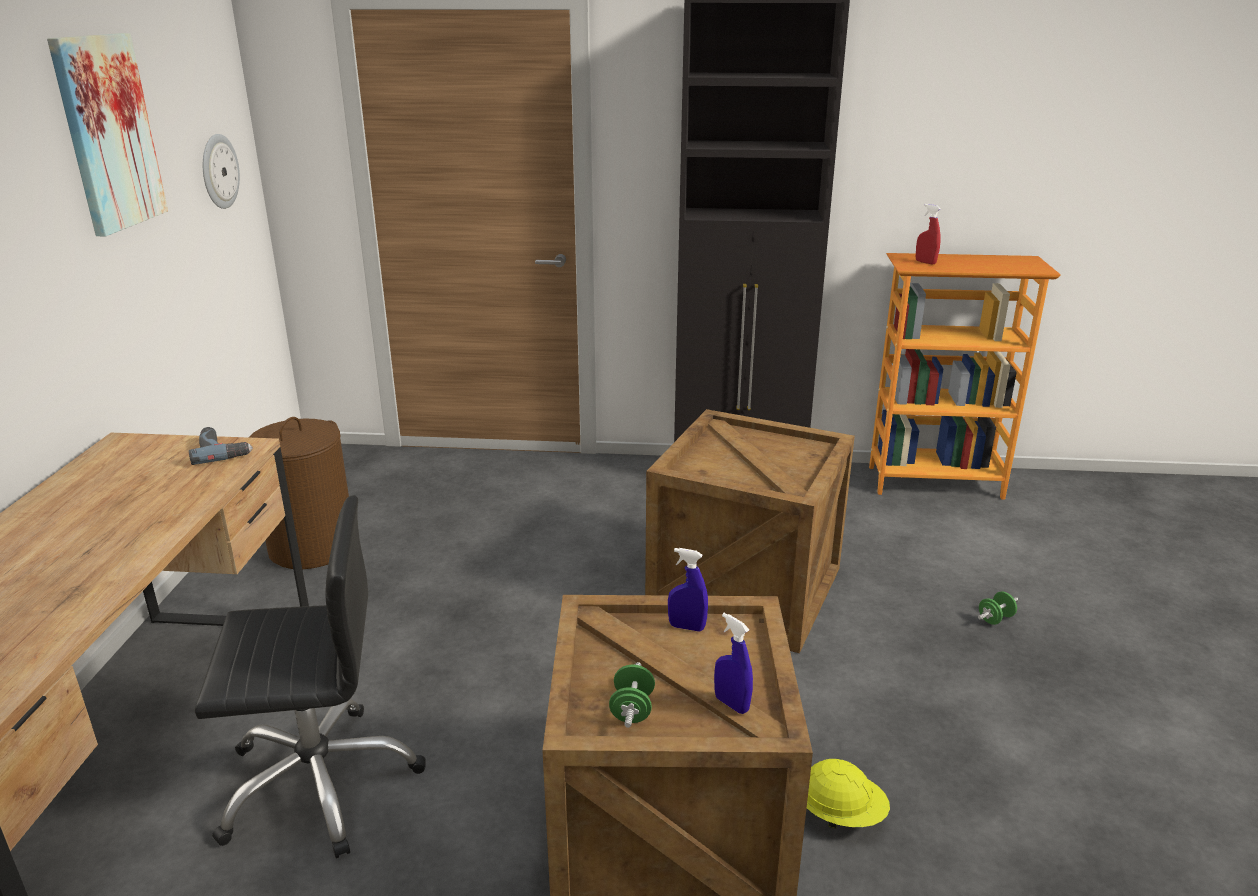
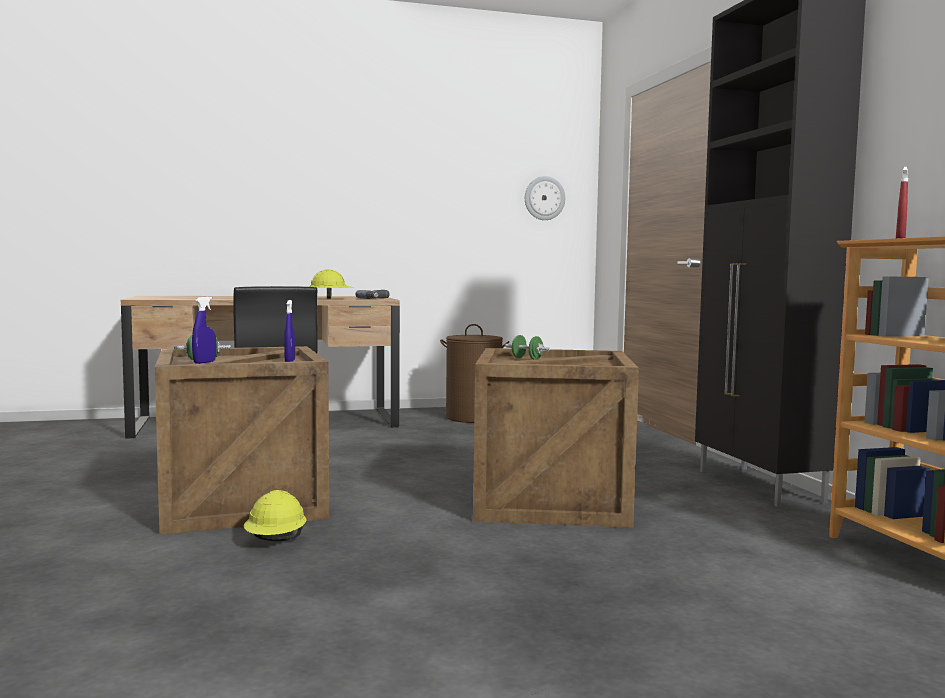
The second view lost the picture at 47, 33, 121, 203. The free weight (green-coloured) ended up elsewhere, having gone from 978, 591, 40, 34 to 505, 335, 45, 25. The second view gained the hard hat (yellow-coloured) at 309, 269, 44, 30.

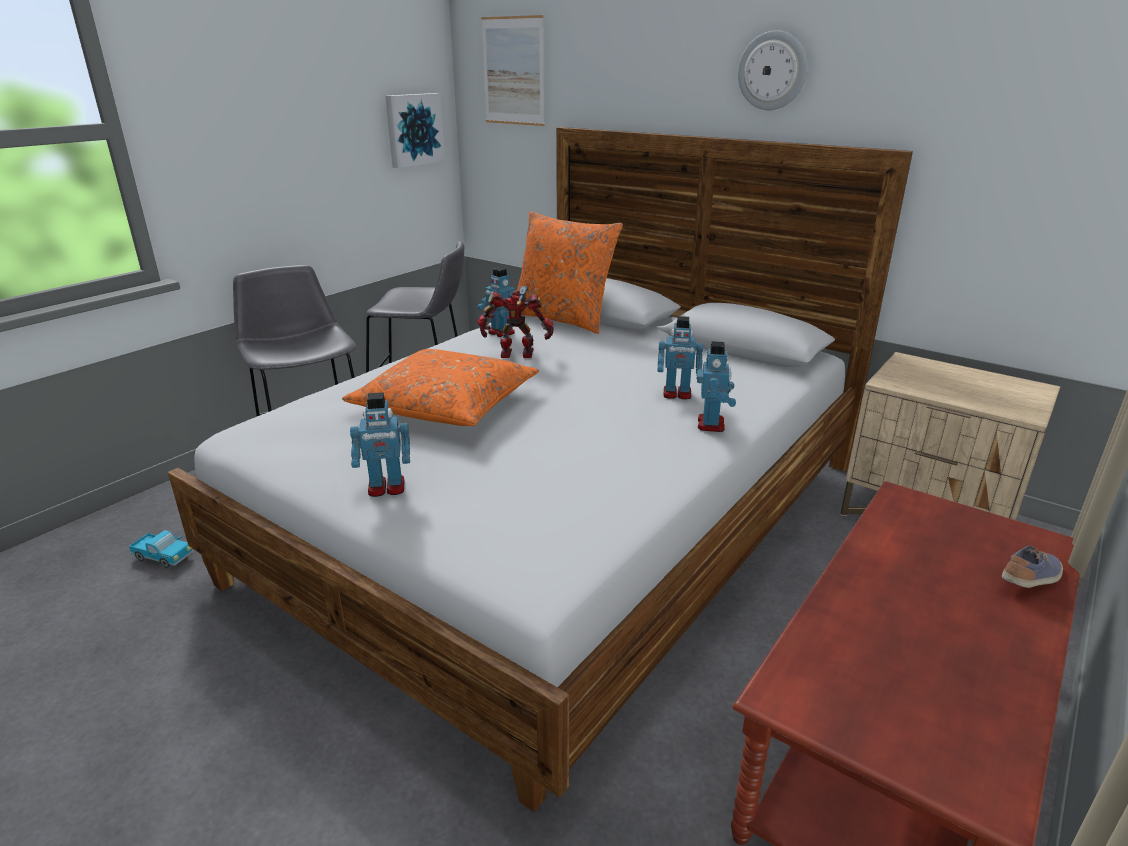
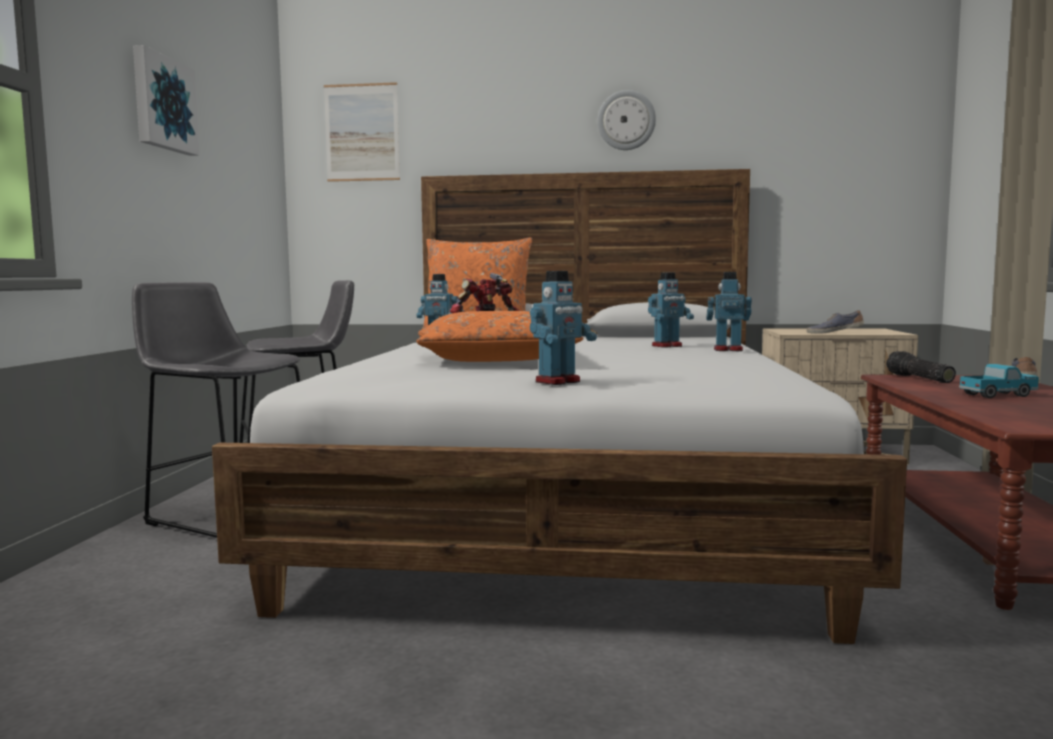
The picture ended up elsewhere, having gone from 385, 93, 60, 75 to 133, 45, 66, 111. The toy robot at 697, 341, 39, 91 ended up facing another way, 60 degrees counterclockwise from before. The toy truck ended up elsewhere, having gone from 129, 530, 64, 38 to 959, 364, 80, 34. The second view gained the item of footwear at 807, 310, 57, 24. The second view gained the flashlight at 886, 351, 70, 32.

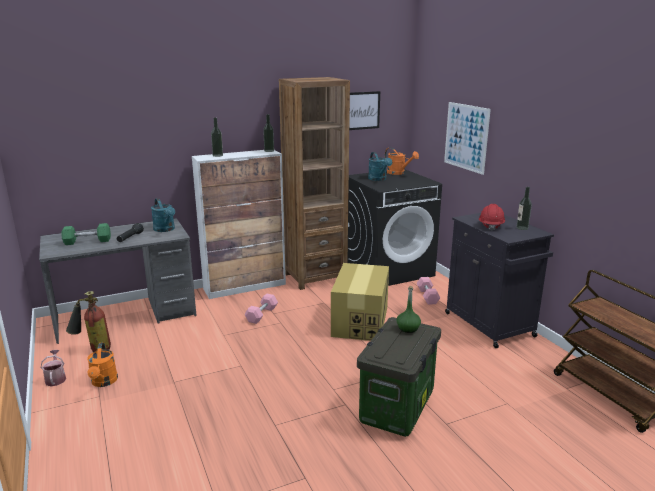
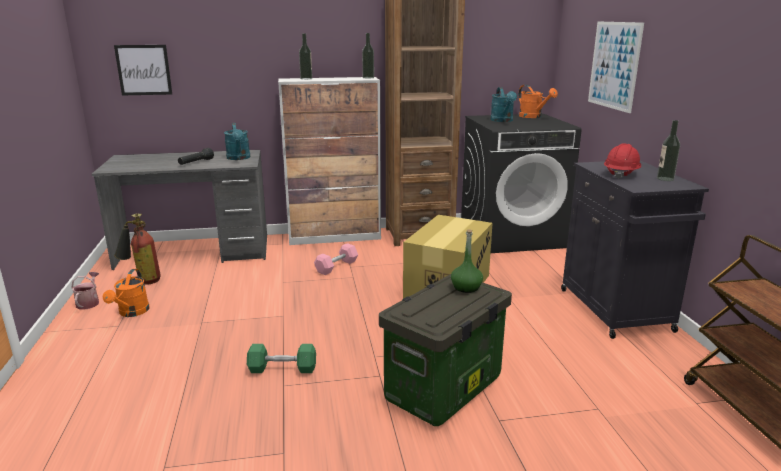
The picture ended up elsewhere, having gone from 349, 91, 31, 39 to 114, 45, 58, 50. The free weight (green-coloured) ended up elsewhere, having gone from 61, 223, 50, 22 to 247, 344, 69, 29. The second view lost the free weight (pinkish) at 416, 277, 25, 27.

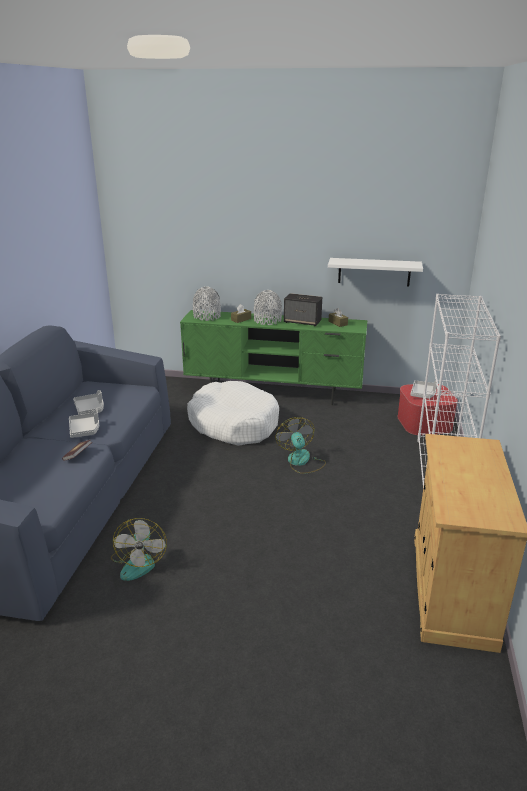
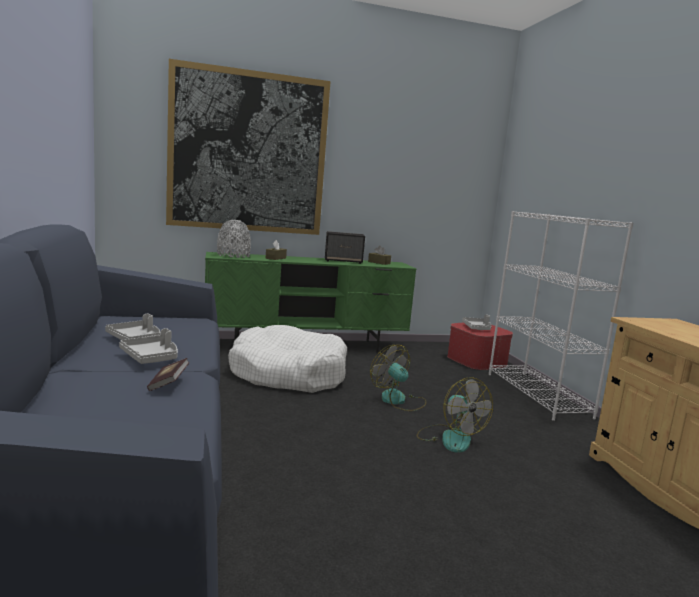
The second view lost the shelf (white) at 328, 258, 95, 28. The second view lost the vase (greyish) at 254, 290, 28, 35. The electric fan ended up elsewhere, having gone from 111, 518, 56, 63 to 417, 377, 76, 76. The second view gained the picture at 166, 59, 165, 176.

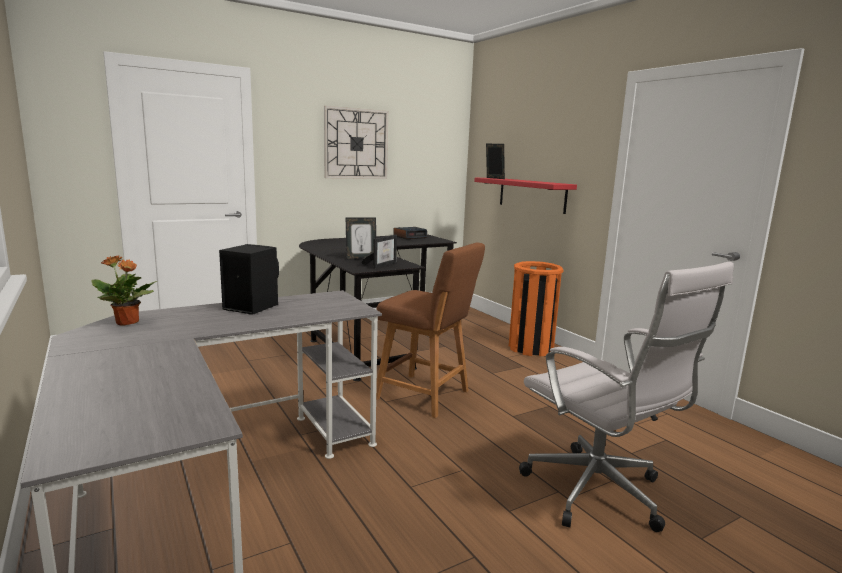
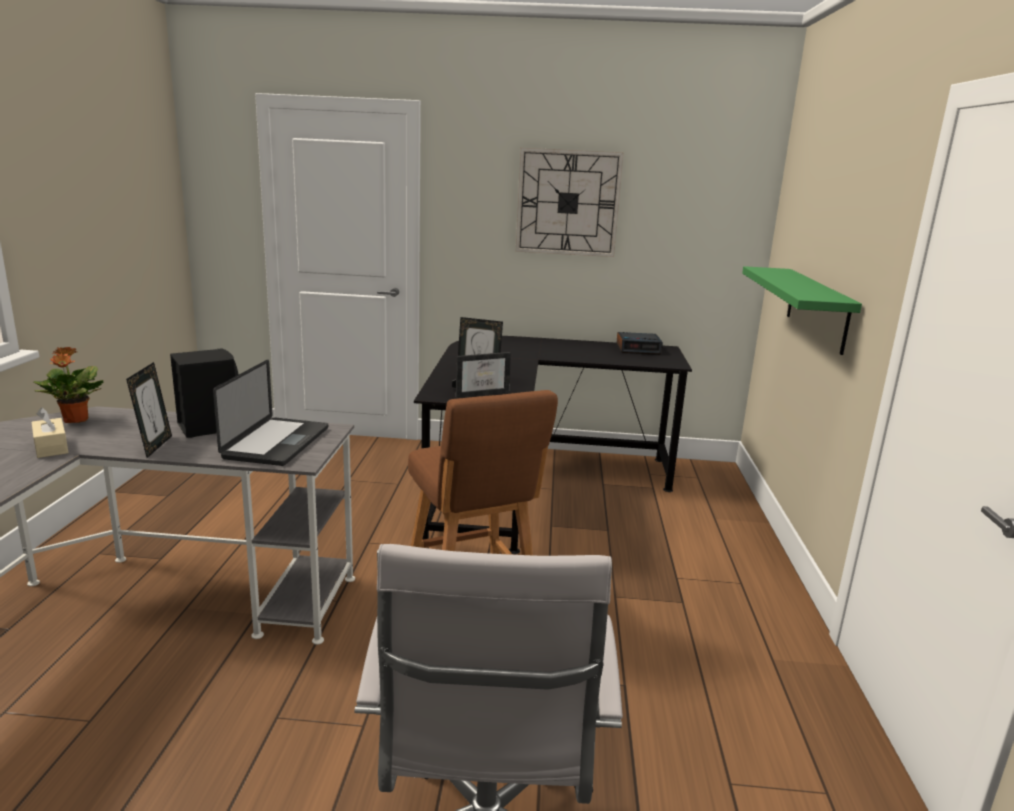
The standing frame ended up elsewhere, having gone from 486, 144, 19, 35 to 126, 362, 46, 96. What was the shelf (red-coloured) at 474, 178, 103, 36 turned into the shelf (green-coloured) at 742, 266, 120, 89. The second view lost the trash can (orange-coloured) at 509, 261, 55, 96. The second view gained the portable computer at 213, 360, 115, 106. The second view gained the tissue holder (beige-coloured) at 31, 407, 37, 51.

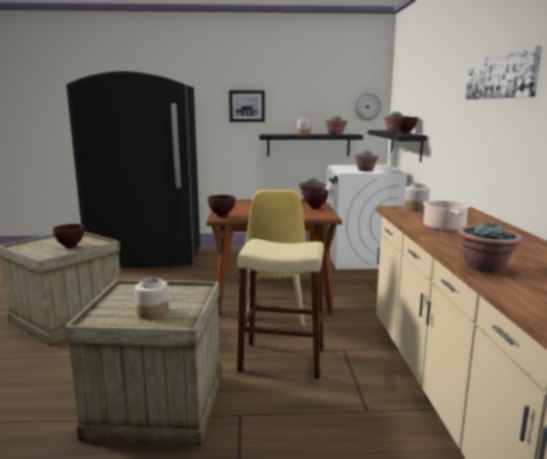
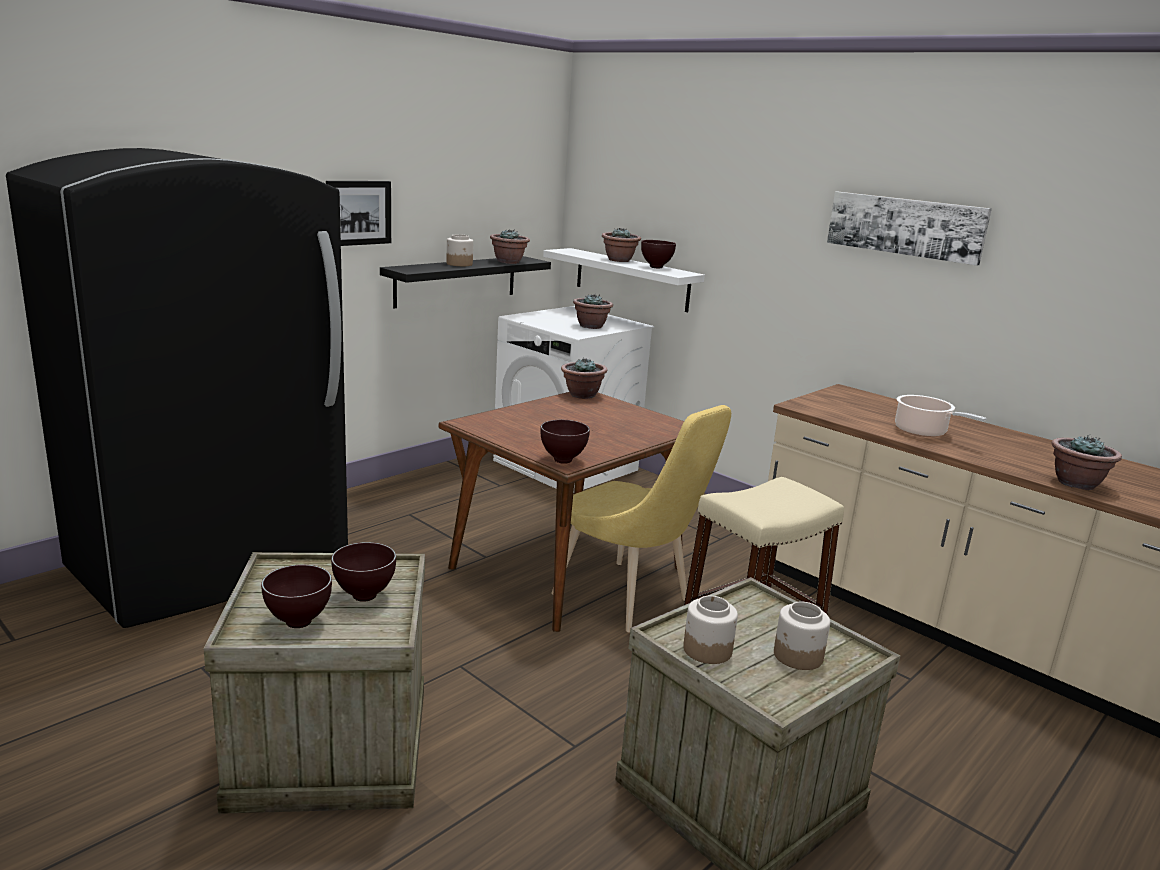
The second view lost the hanging clock at 355, 93, 27, 28. What was the shelf (blackish) at 368, 130, 59, 32 turned into the shelf (white) at 543, 248, 162, 64. The preserve jar ended up elsewhere, having gone from 404, 183, 26, 29 to 683, 596, 55, 68. The deep dish (brown) ended up elsewhere, having gone from 303, 188, 26, 21 to 261, 565, 71, 63.

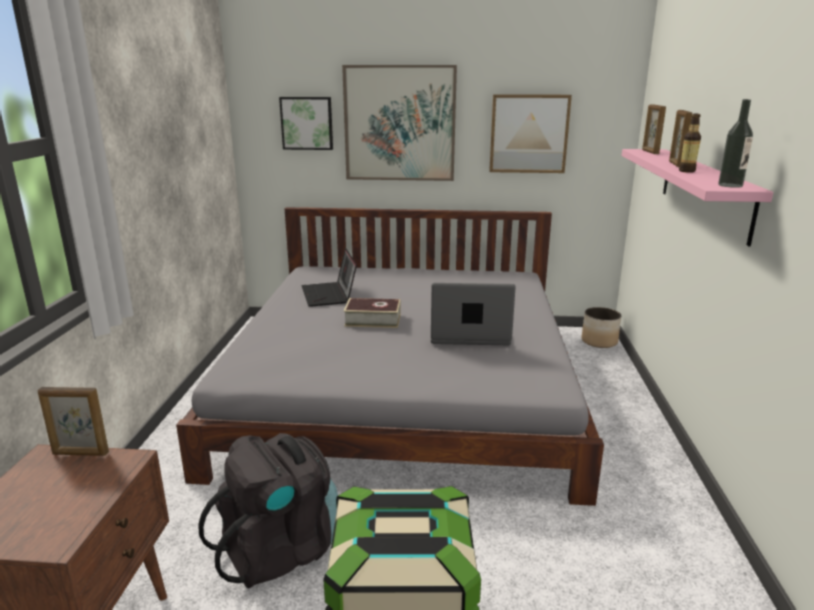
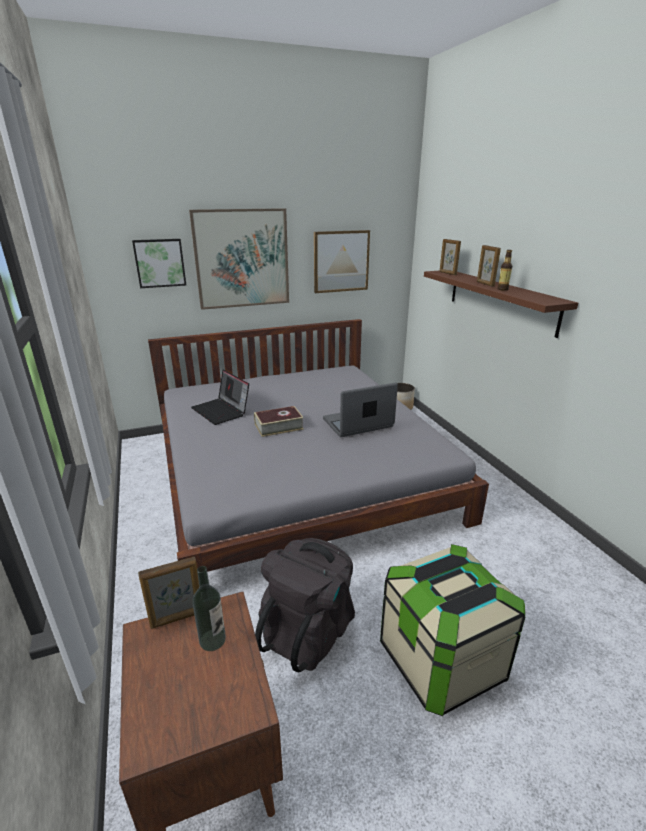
The drink bottle ended up elsewhere, having gone from 718, 99, 35, 89 to 192, 566, 34, 85. What was the shelf (pinkish) at 621, 149, 152, 97 turned into the shelf (brown) at 424, 271, 154, 67.

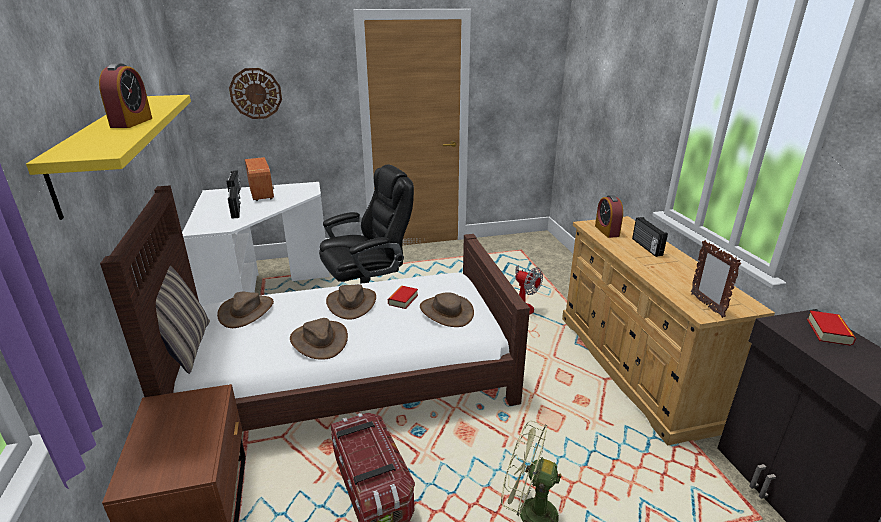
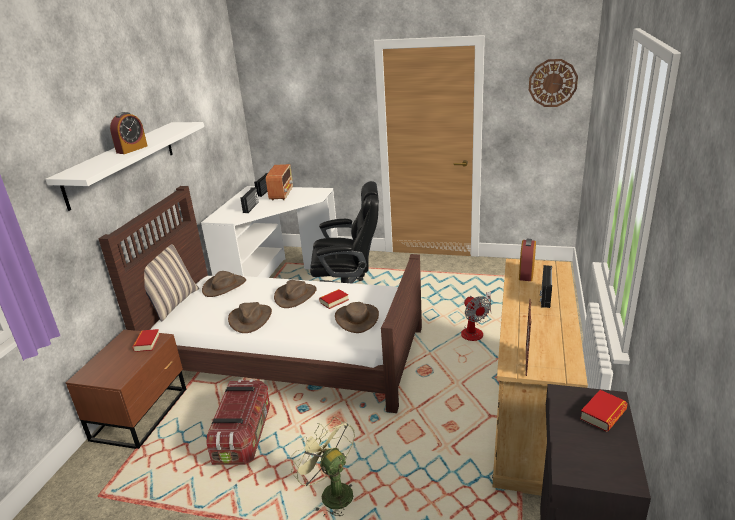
The hanging clock ended up elsewhere, having gone from 229, 68, 53, 51 to 529, 59, 49, 48. What was the shelf (yellow-coloured) at 26, 95, 165, 125 turned into the shelf (white) at 46, 122, 158, 89. The second view gained the volume at 132, 329, 28, 23.

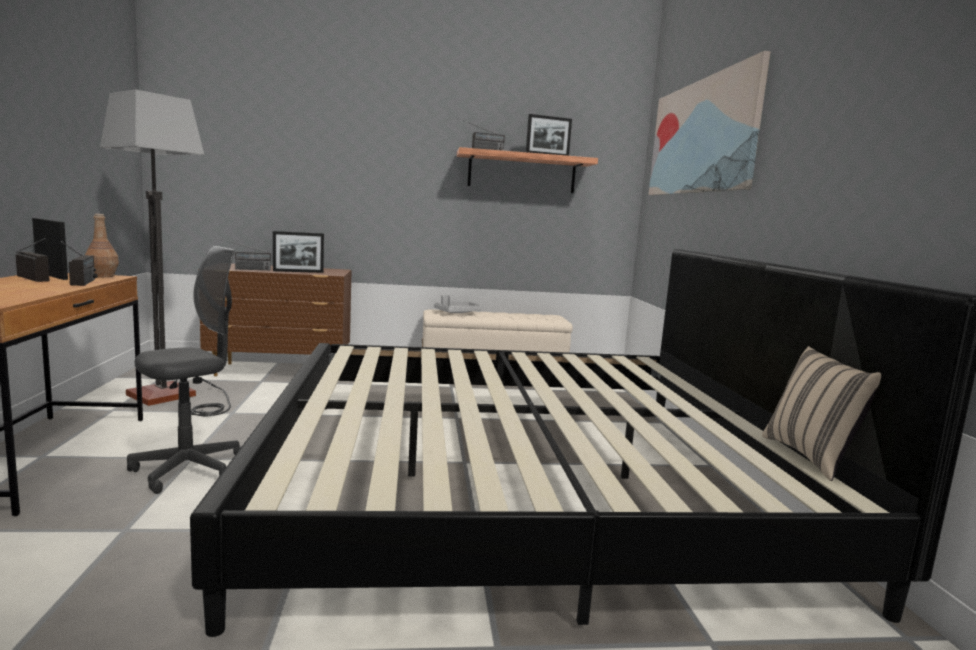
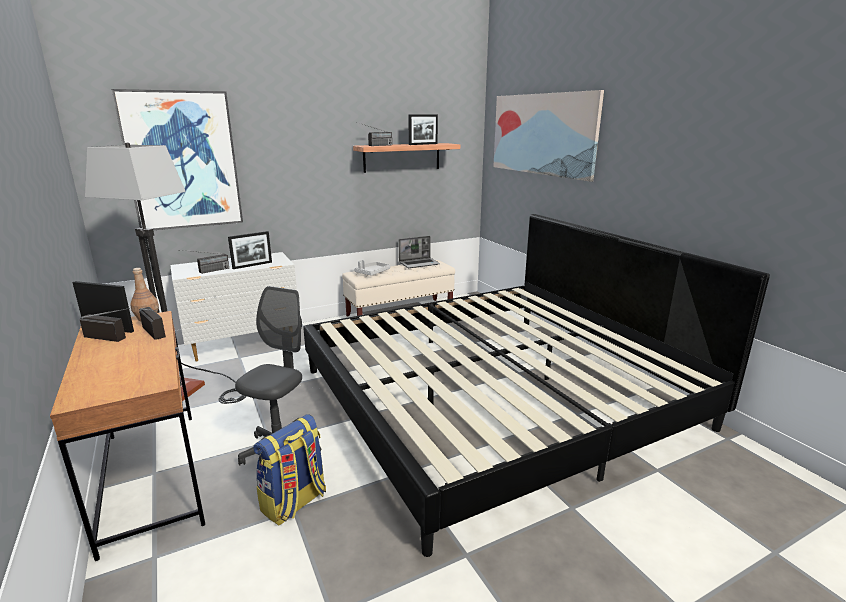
What was the drawer chest (brown) at 198, 264, 154, 112 turned into the drawer chest (white) at 170, 252, 127, 109. The second view lost the cushion (beige-coloured) at 762, 346, 119, 135. The second view gained the picture at 112, 89, 131, 141. The second view gained the portable computer at 399, 236, 41, 32. The second view gained the backpack at 253, 414, 73, 112.

